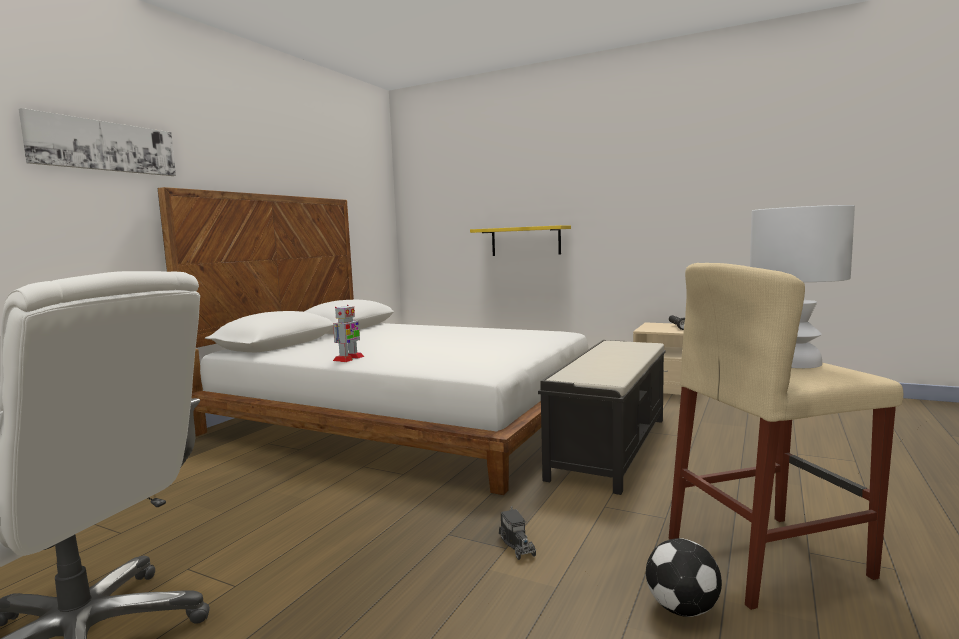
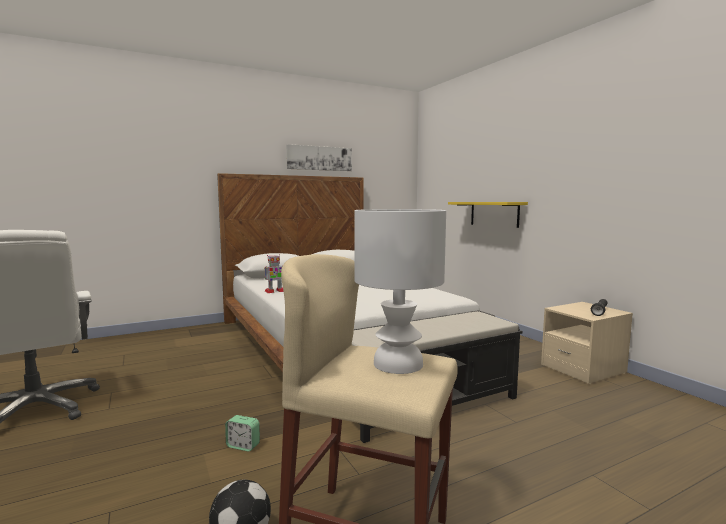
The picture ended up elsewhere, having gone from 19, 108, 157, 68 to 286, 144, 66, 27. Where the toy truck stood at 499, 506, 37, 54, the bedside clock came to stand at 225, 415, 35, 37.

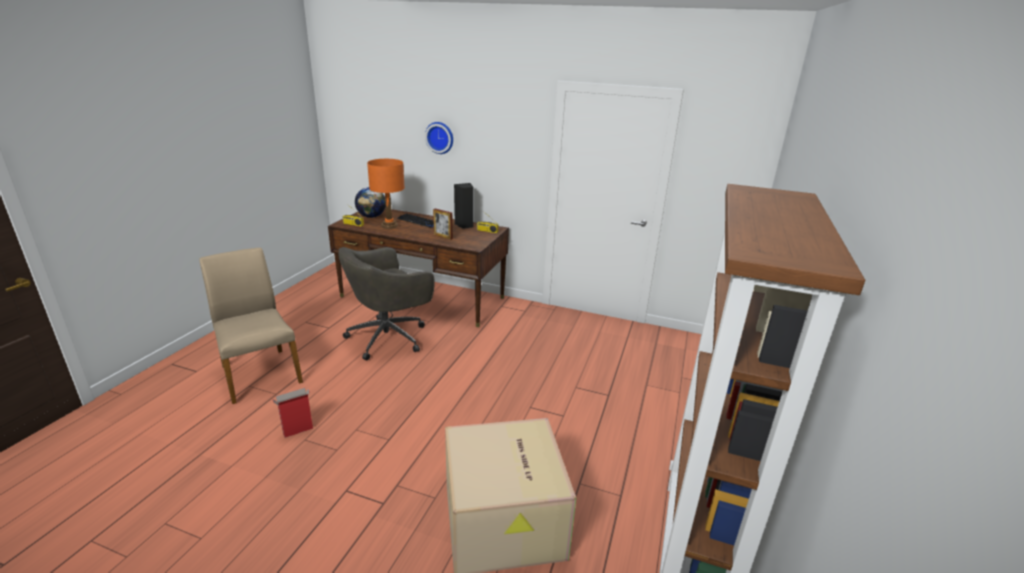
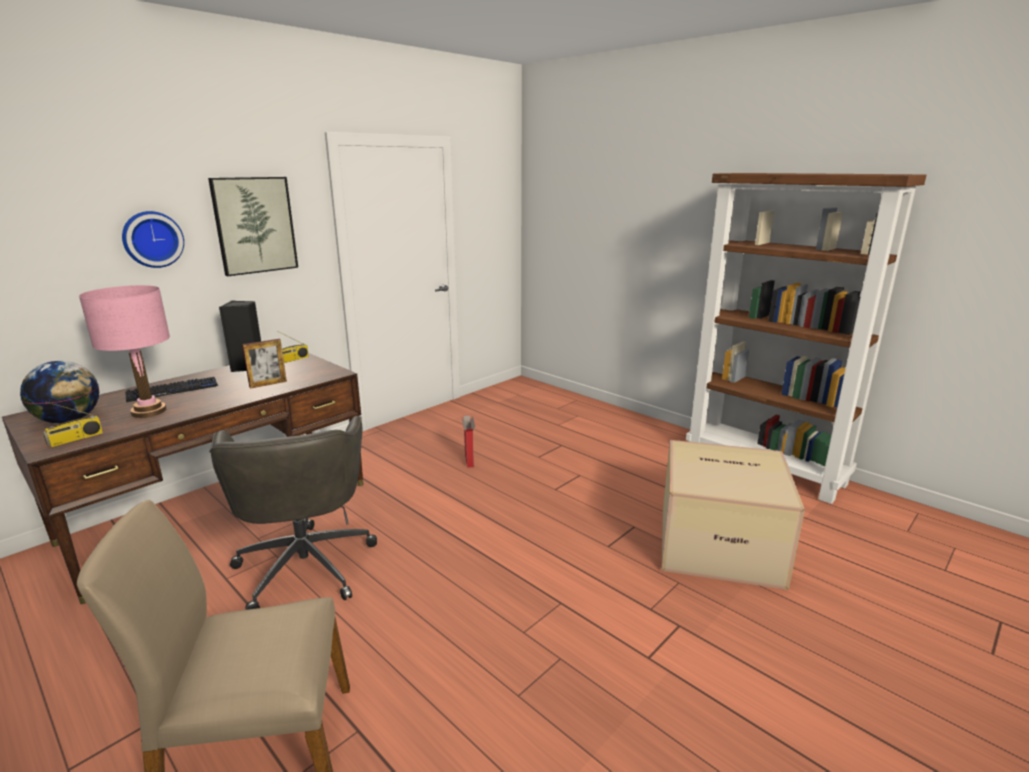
What was the lamp for a table (orange-coloured) at 367, 159, 38, 70 turned into the lamp for a table (pinkish) at 79, 285, 91, 133. The packing box ended up elsewhere, having gone from 272, 388, 41, 50 to 462, 415, 13, 53. The second view gained the picture at 208, 177, 90, 99.

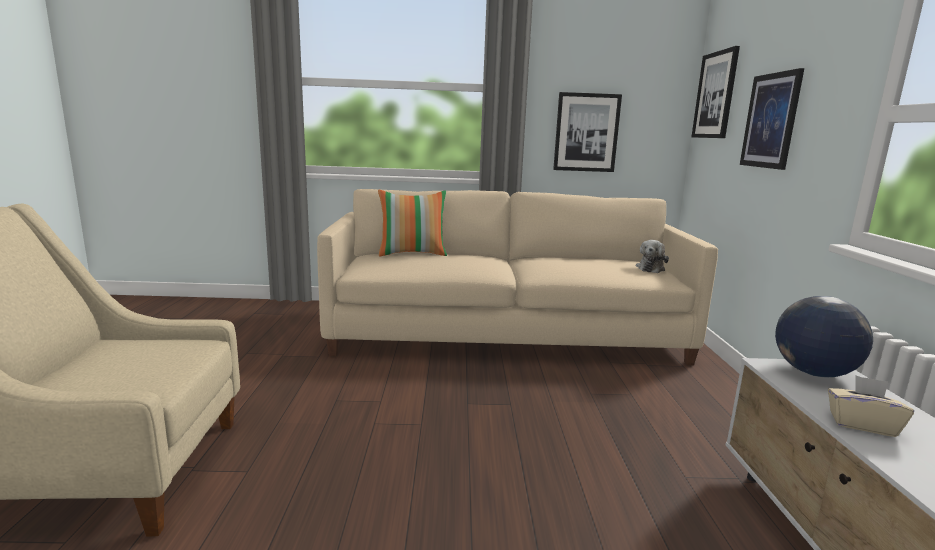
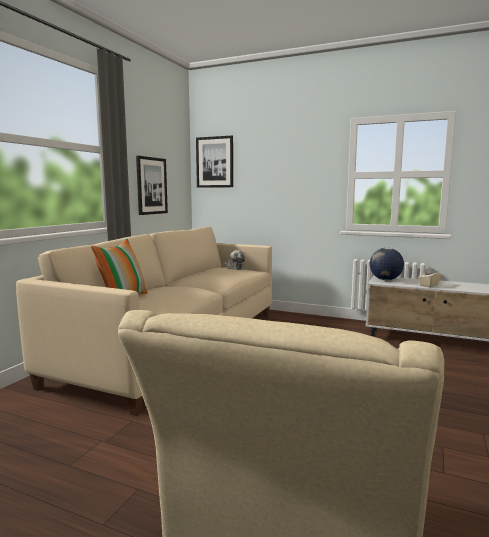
The second view lost the picture at 740, 68, 64, 102.

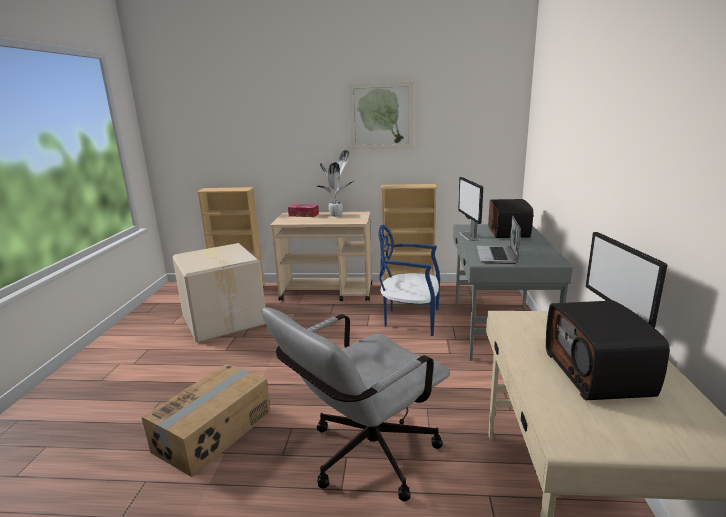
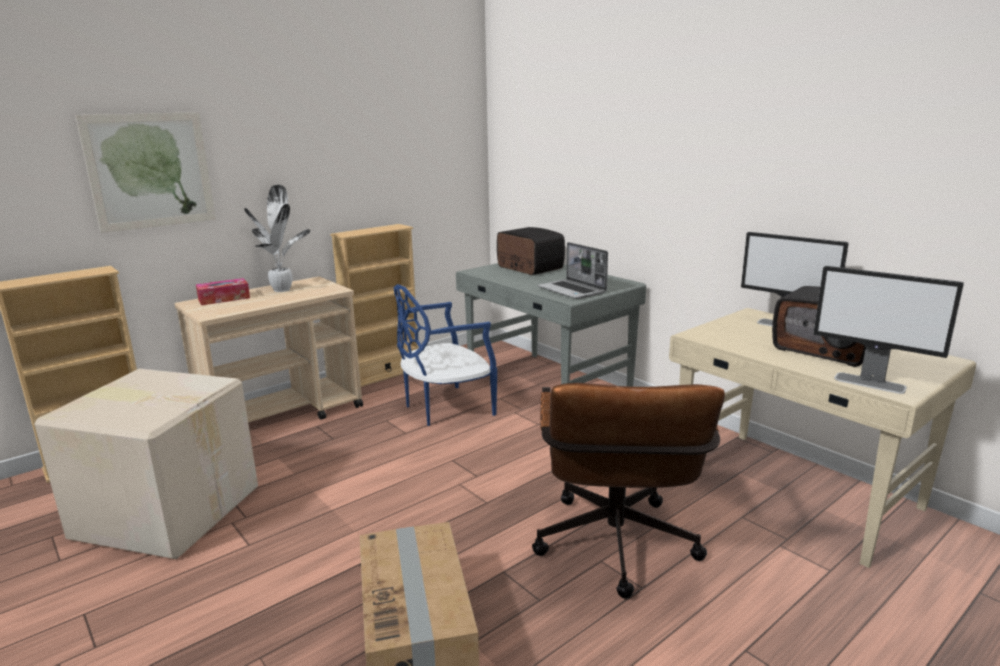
The picture ended up elsewhere, having gone from 349, 82, 65, 68 to 76, 112, 140, 121. The monitor ended up elsewhere, having gone from 458, 177, 25, 64 to 813, 266, 151, 128. What was the office chair (greyish) at 262, 307, 188, 194 turned into the office chair (brown) at 532, 383, 193, 216.

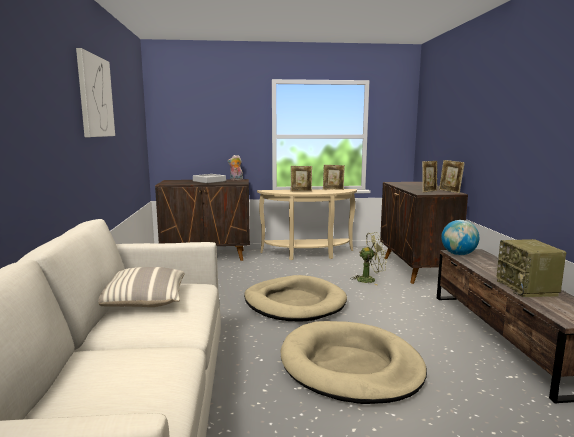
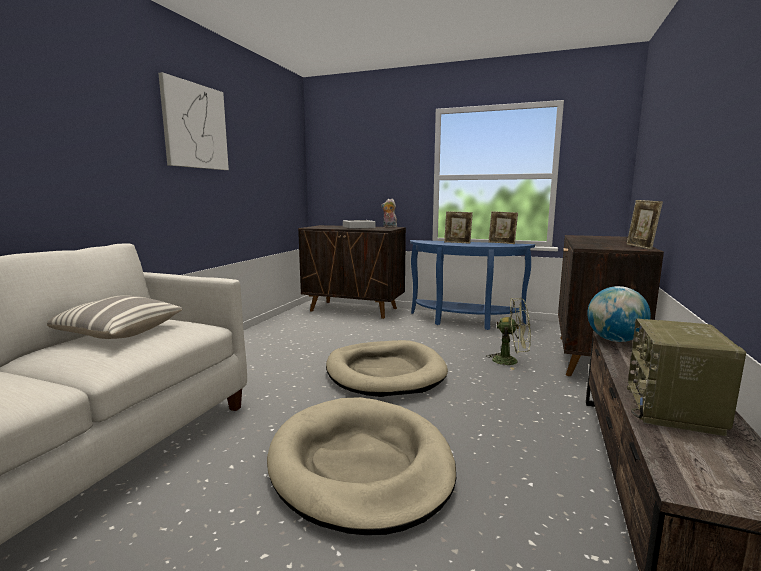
The second view lost the standing frame at 422, 161, 15, 32. What was the narrow table (beige-coloured) at 257, 189, 100, 71 turned into the narrow table (blue) at 410, 240, 125, 90.

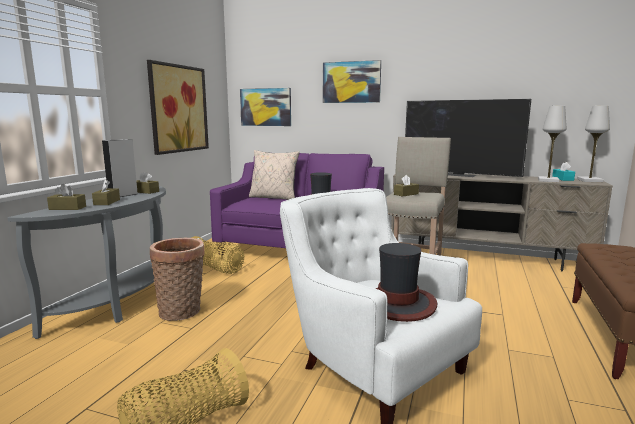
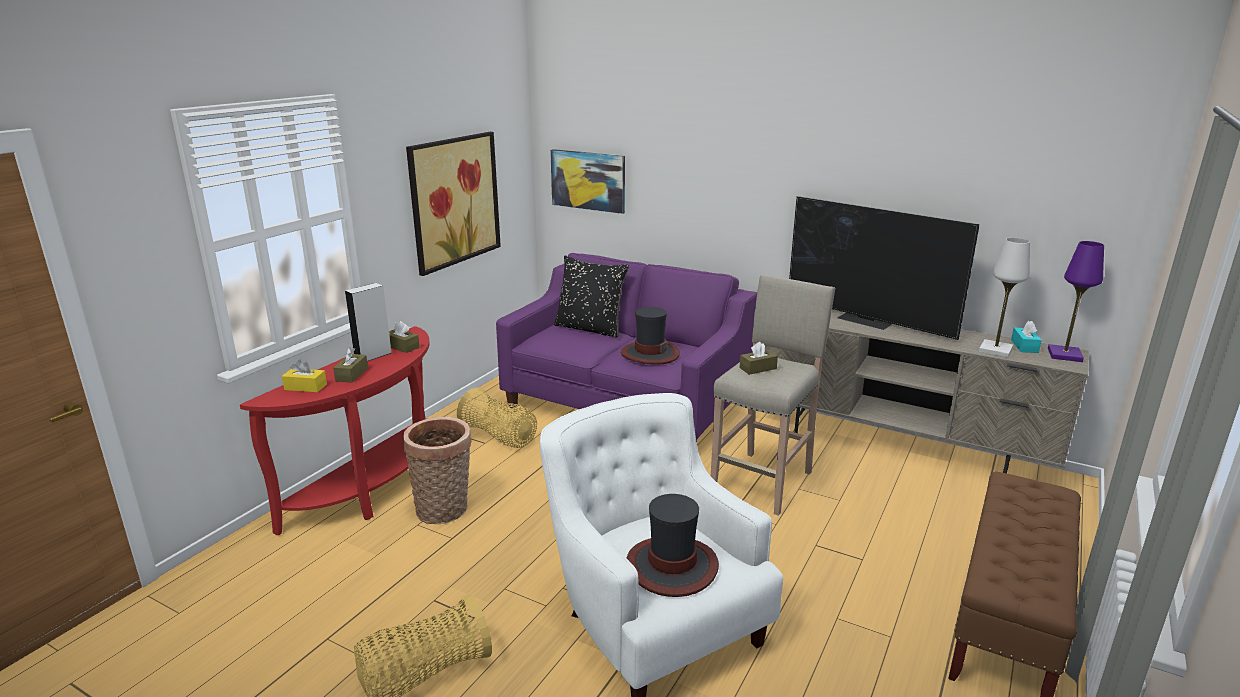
The second view lost the picture at 323, 60, 58, 43. What was the lamp for a table (white) at 577, 106, 33, 76 turned into the lamp for a table (purple) at 1048, 241, 56, 121. What was the cushion (beige-coloured) at 249, 150, 51, 50 turned into the cushion (blackish) at 554, 256, 75, 82. What was the tissue holder (brown) at 47, 184, 39, 26 turned into the tissue holder (yellow-coloured) at 282, 360, 45, 32. What was the narrow table (greyish) at 7, 186, 159, 153 turned into the narrow table (red-coloured) at 240, 326, 190, 210.

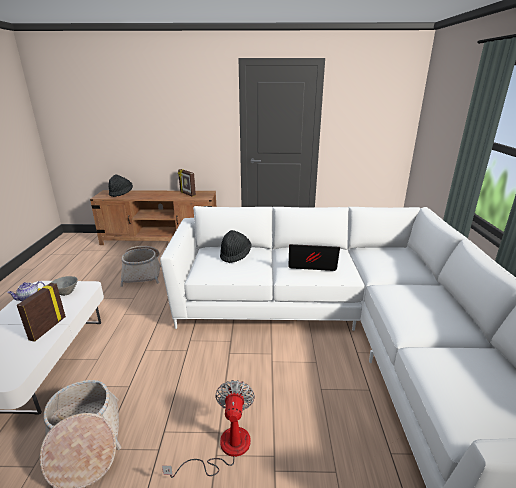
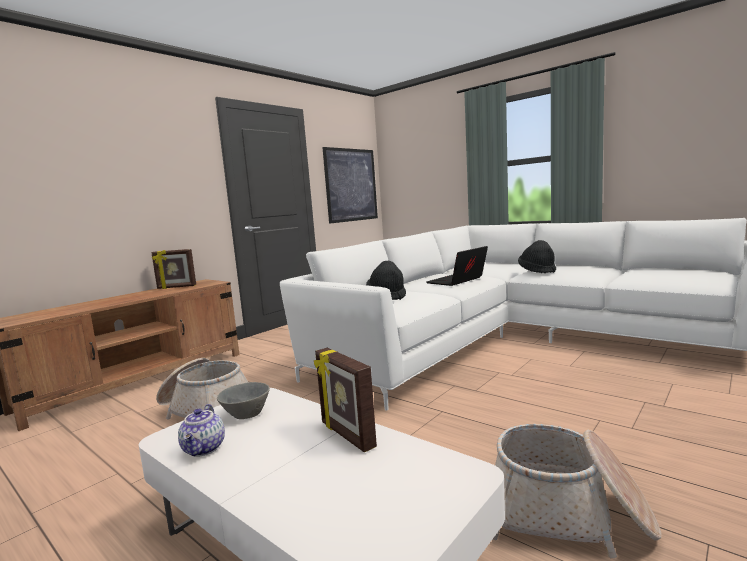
The wearable hat (blackish) ended up elsewhere, having gone from 108, 175, 25, 22 to 518, 240, 38, 34. The second view lost the electric fan at 162, 380, 93, 98. The second view gained the picture at 322, 147, 56, 77.

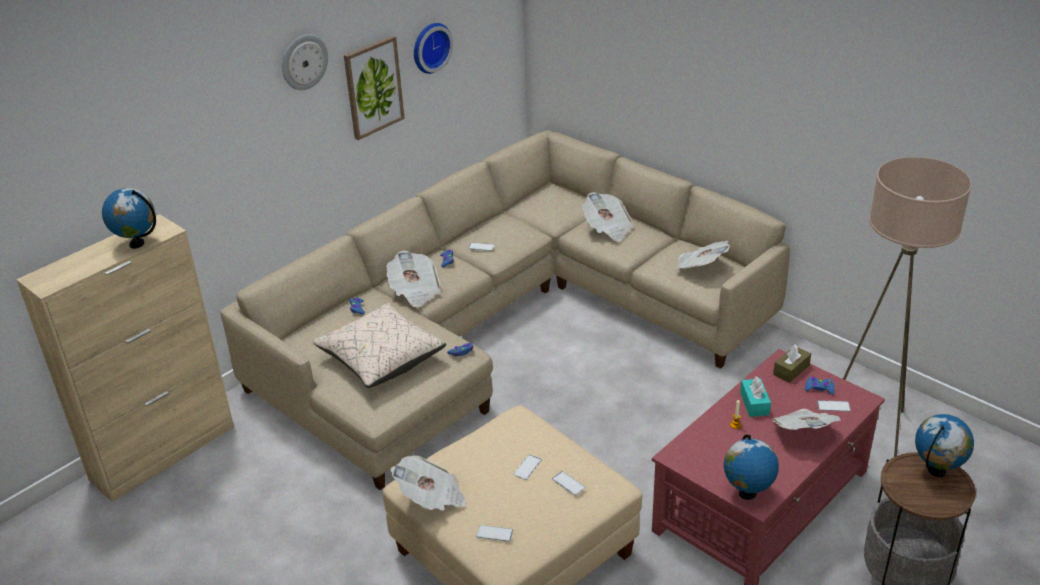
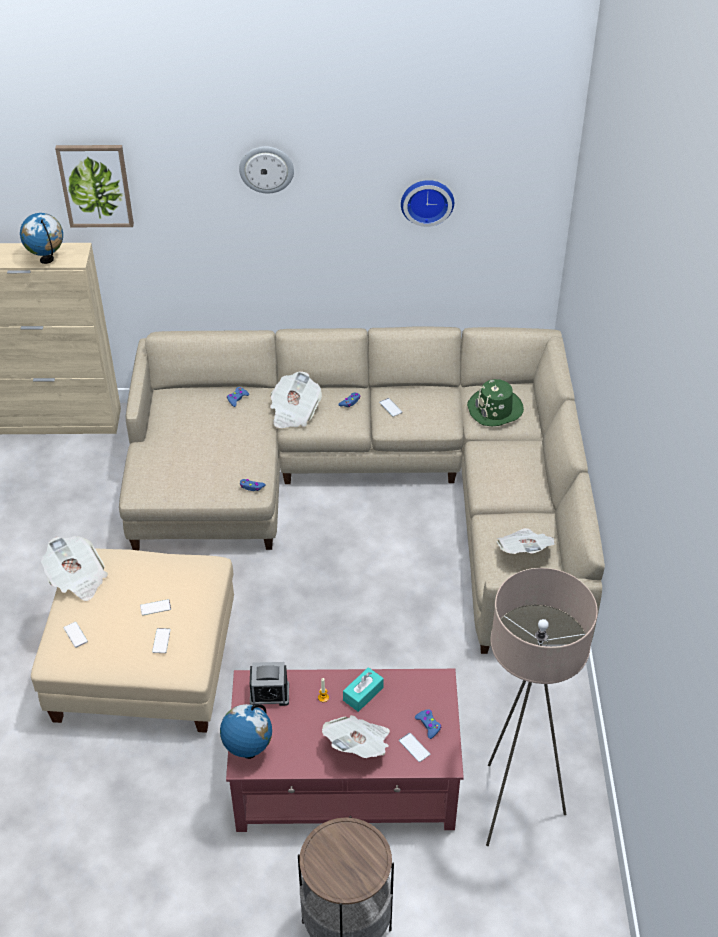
The picture ended up elsewhere, having gone from 344, 36, 61, 104 to 55, 145, 79, 82. The second view lost the daily paper at 582, 192, 52, 50. The second view lost the cushion (beige-coloured) at 313, 303, 133, 85. The second view lost the tissue holder (brown) at 773, 344, 38, 39. The second view lost the world globe at 915, 414, 59, 63. The second view gained the wearable hat (green-coloured) at 467, 379, 57, 47. The second view gained the bedside clock at 250, 662, 39, 44.

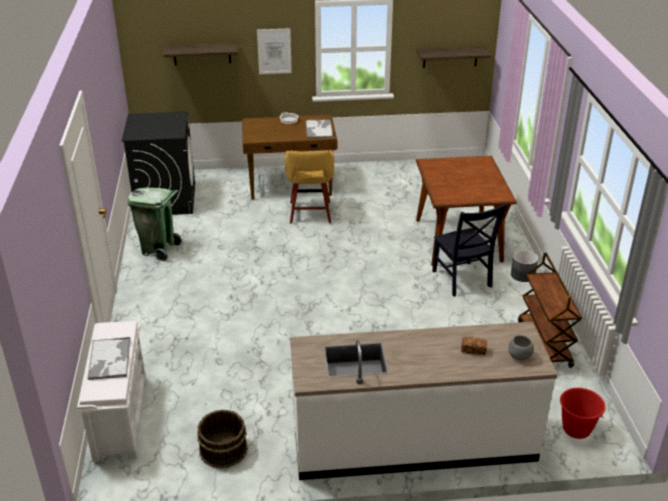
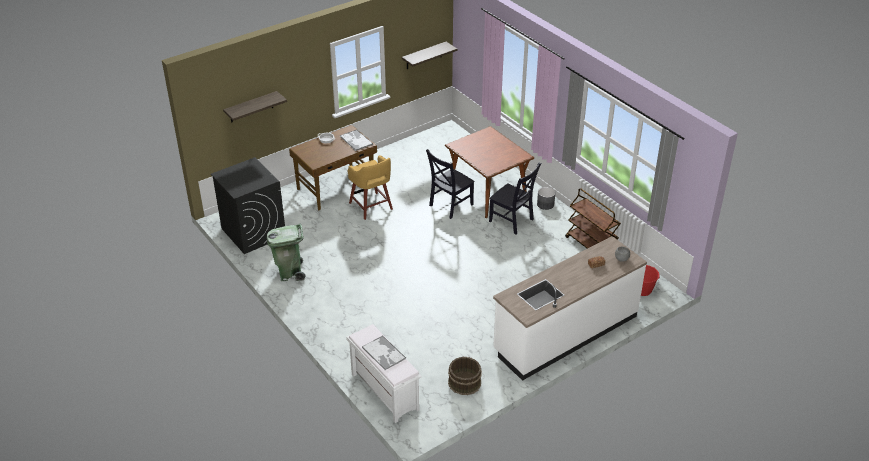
The second view lost the picture at 257, 28, 35, 46. The second view gained the plain chair (blackish) at 426, 149, 49, 70.

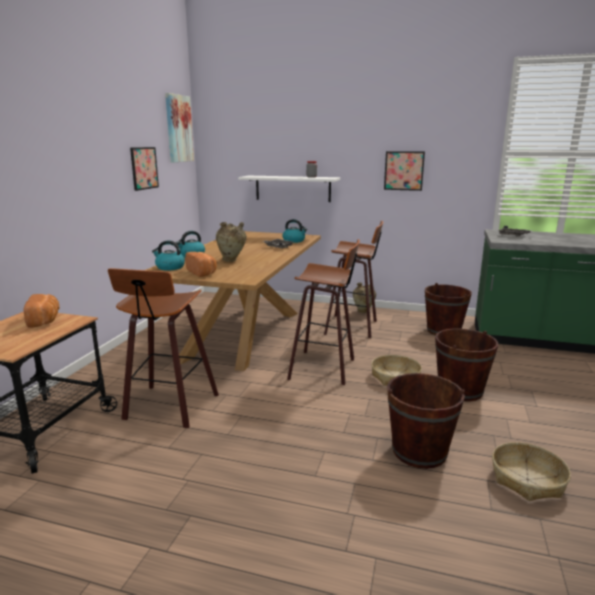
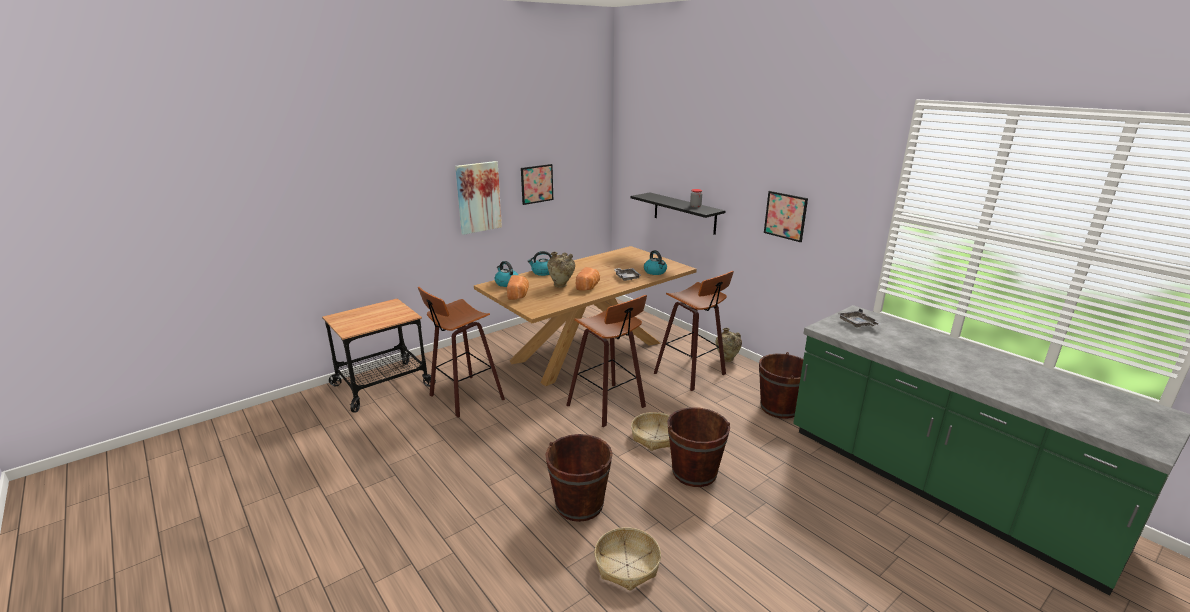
The picture ended up elsewhere, having gone from 165, 93, 29, 69 to 455, 161, 47, 74. What was the shelf (white) at 238, 176, 102, 26 turned into the shelf (blackish) at 631, 192, 94, 43. The bakery bread ended up elsewhere, having gone from 23, 294, 36, 34 to 576, 267, 24, 24.

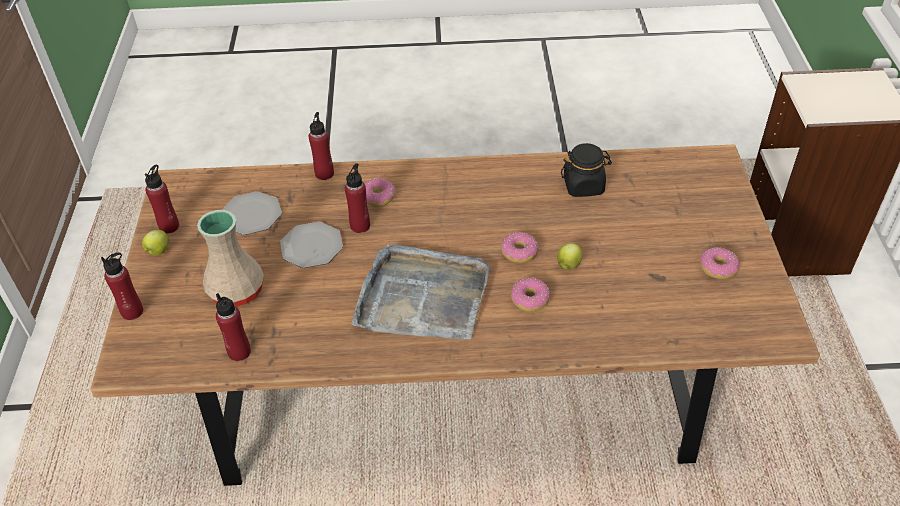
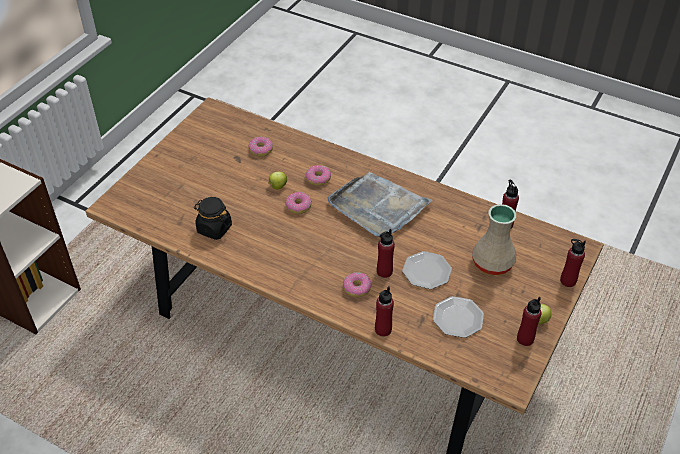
The ring doughnut ended up elsewhere, having gone from 700, 247, 40, 32 to 248, 137, 25, 20.

